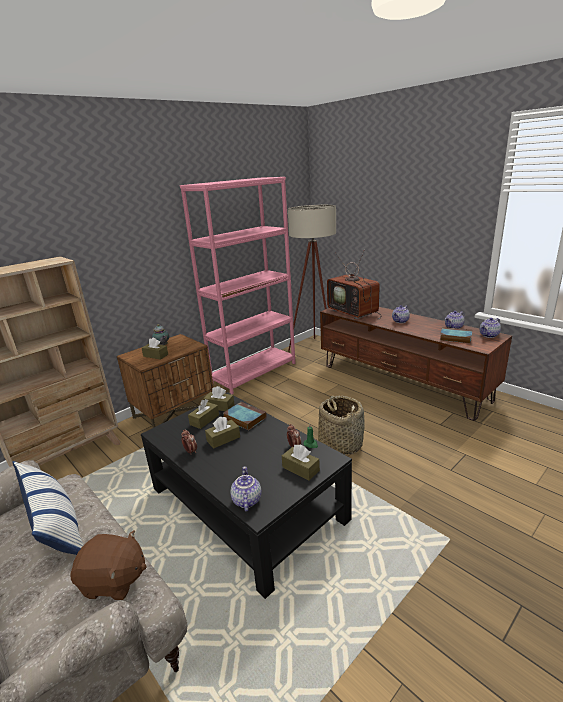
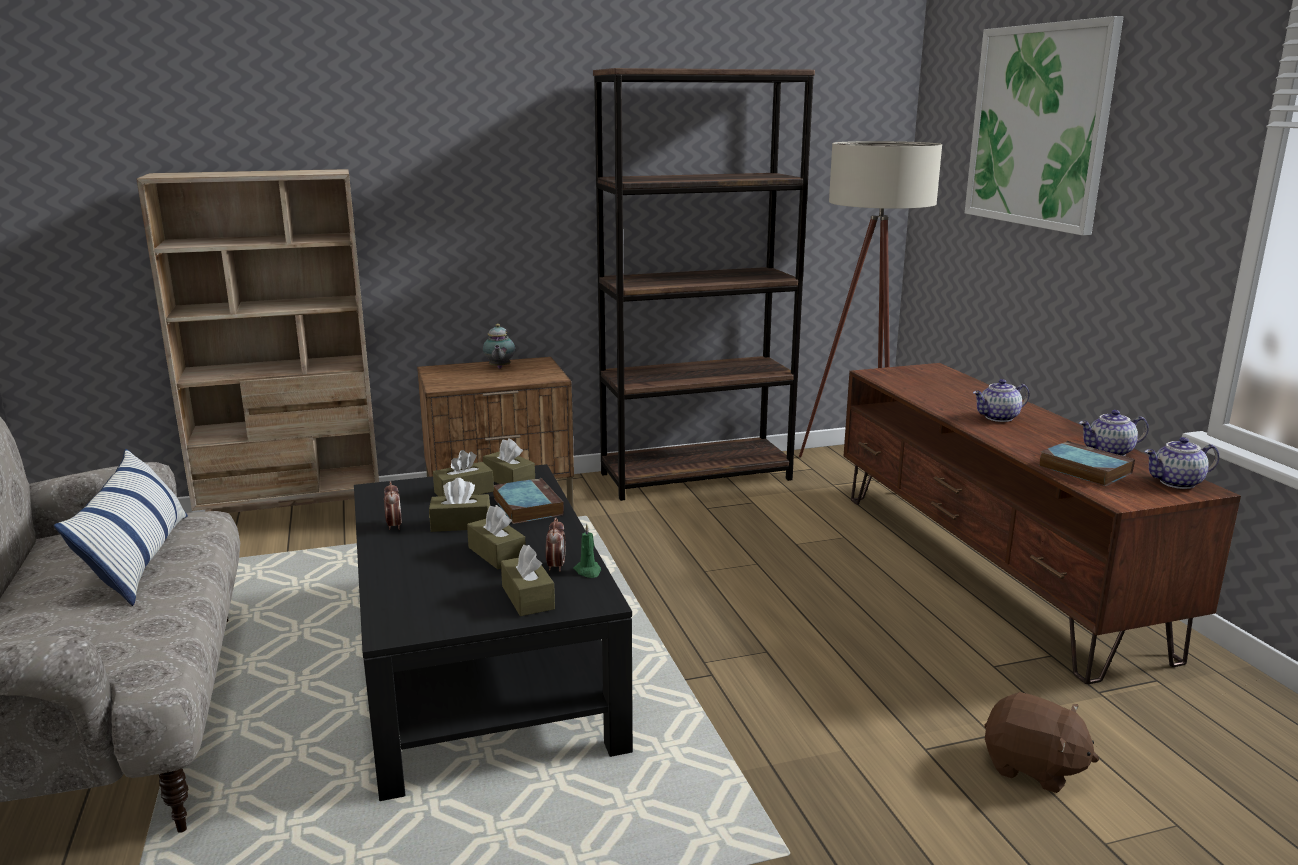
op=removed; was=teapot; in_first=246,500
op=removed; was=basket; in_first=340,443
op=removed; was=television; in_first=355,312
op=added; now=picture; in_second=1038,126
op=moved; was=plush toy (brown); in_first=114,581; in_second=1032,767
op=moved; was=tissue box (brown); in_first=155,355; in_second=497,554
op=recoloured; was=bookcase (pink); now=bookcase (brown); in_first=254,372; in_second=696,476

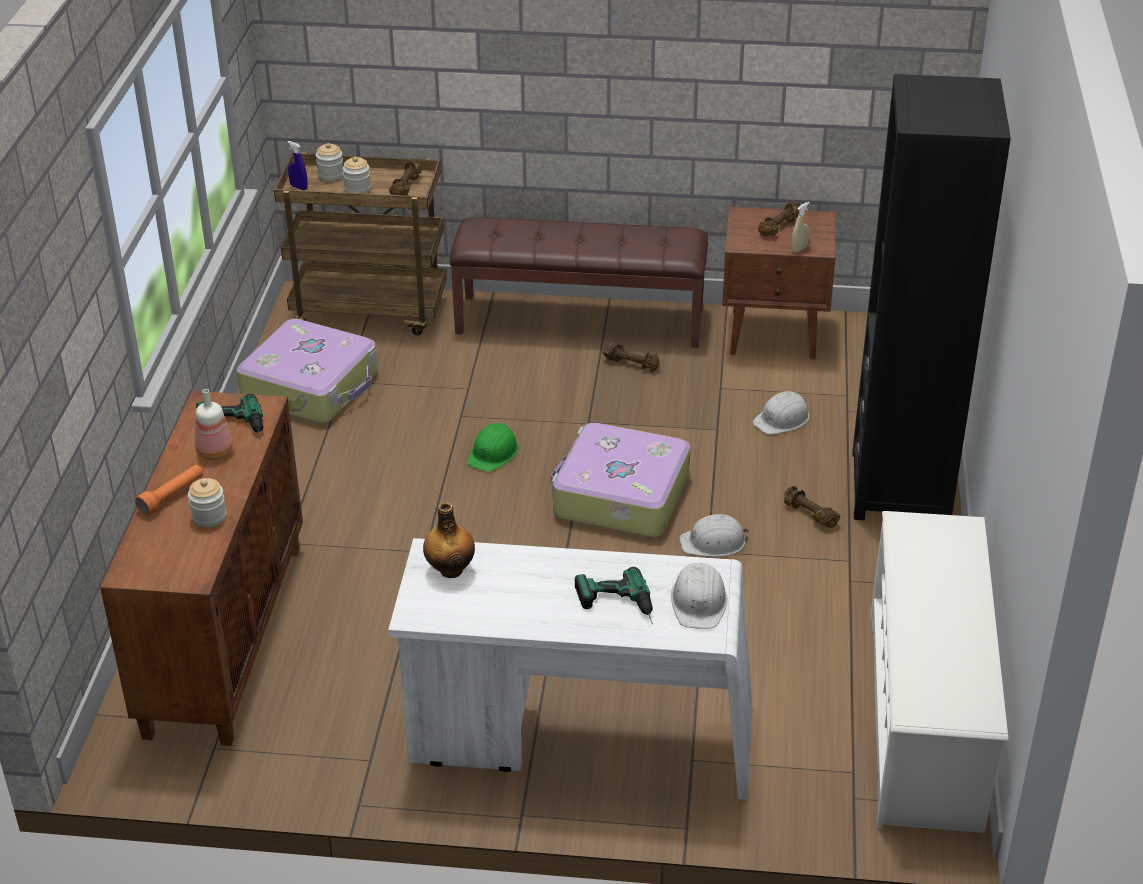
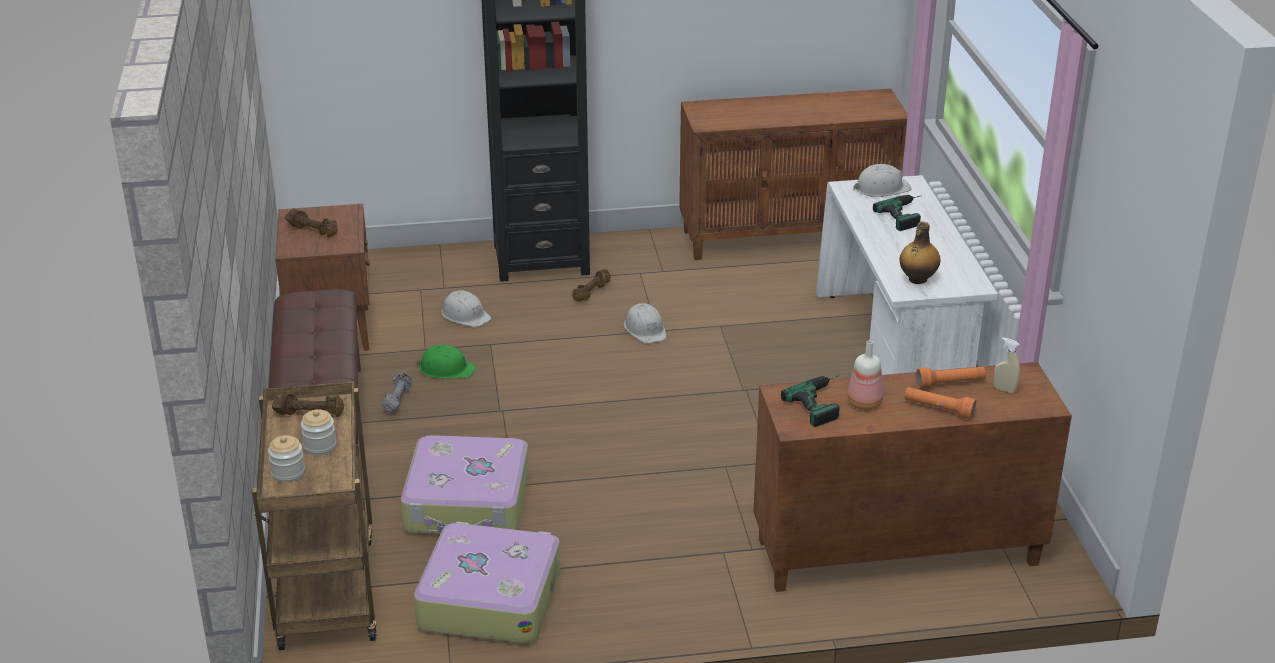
op=removed; was=spray bottle (blue); in_first=299,187
op=moved; was=hard hat (green); in_first=493,453; in_second=446,369
op=moved; was=suitcase; in_first=619,496; in_second=468,504
op=moved; was=spray bottle (beige); in_first=799,249; in_second=1004,389
op=replaced; was=jar; now=flashlight (orange); in_first=209,517; in_second=950,384
op=replaced; was=shoe rack (white); now=cabinet (brown); in_first=924,719; in_second=788,237
op=recoloured; was=dumbbell (brown); now=dumbbell (grey); in_first=631,364; in_second=397,400

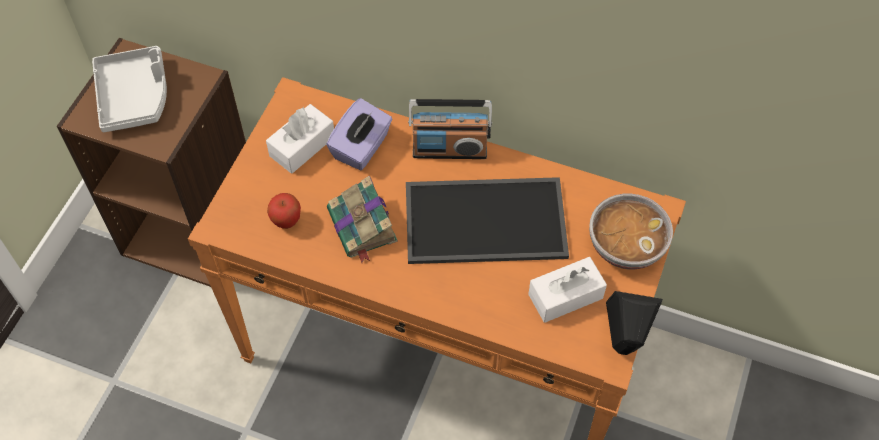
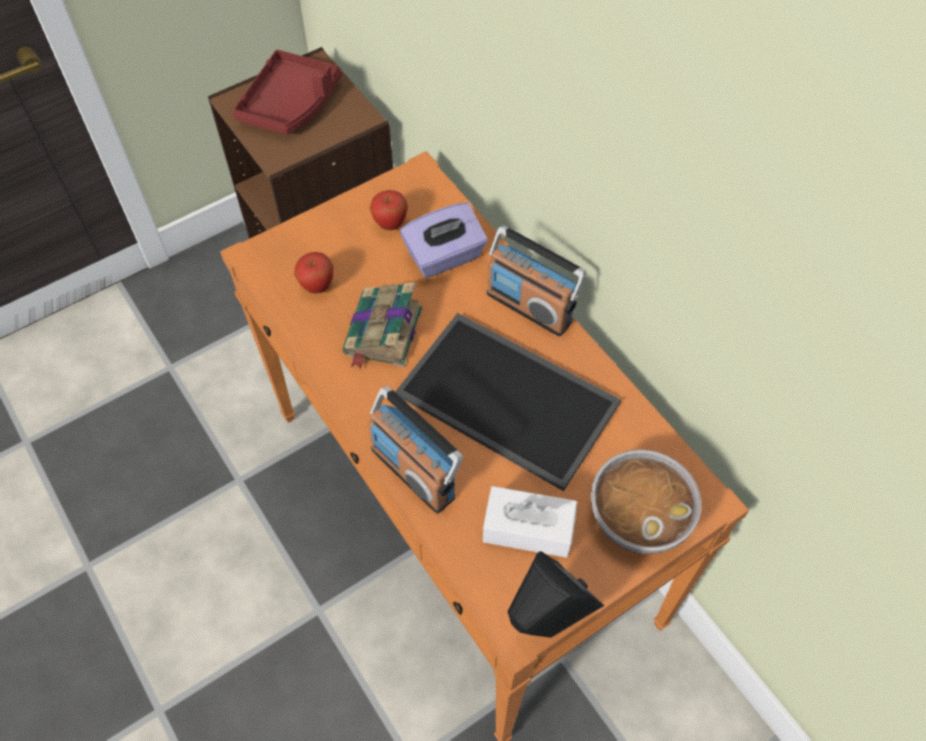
op=added; now=radio; in_second=414,472
op=replaced; was=tissue box (white); now=apple; in_first=302,146; in_second=390,224
op=recoloured; was=tray (grey); now=tray (red); in_first=134,96; in_second=291,104

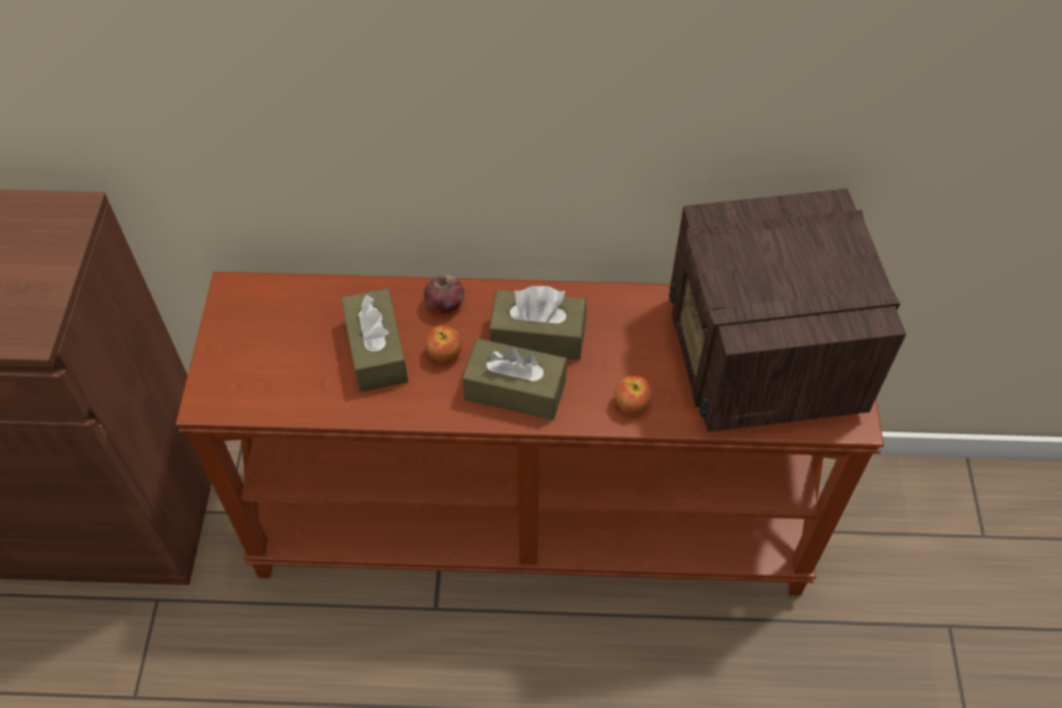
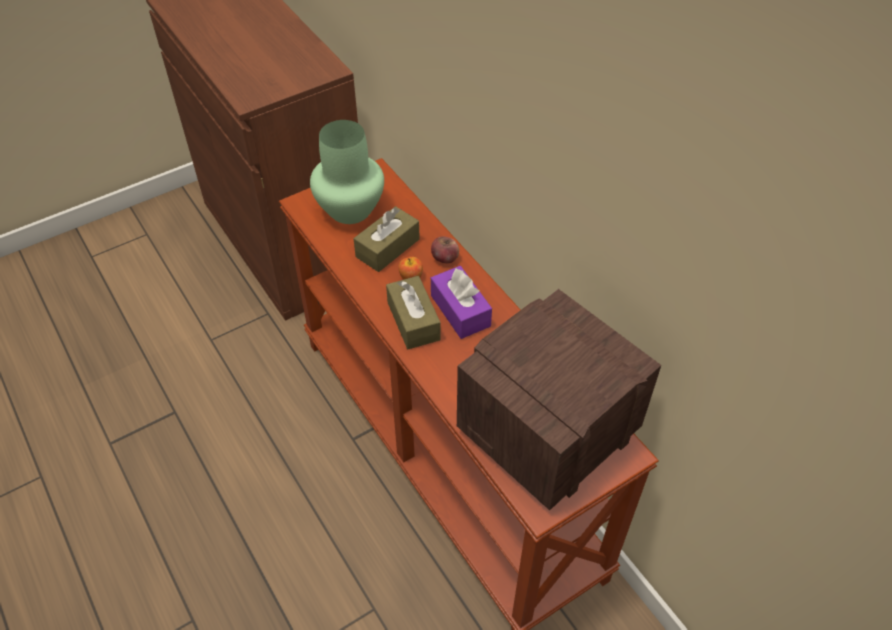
op=removed; was=apple; in_first=632,404
op=added; now=vase (green); in_second=351,209
op=recoloured; was=tissue box (brown); now=tissue box (purple); in_first=538,336; in_second=460,310

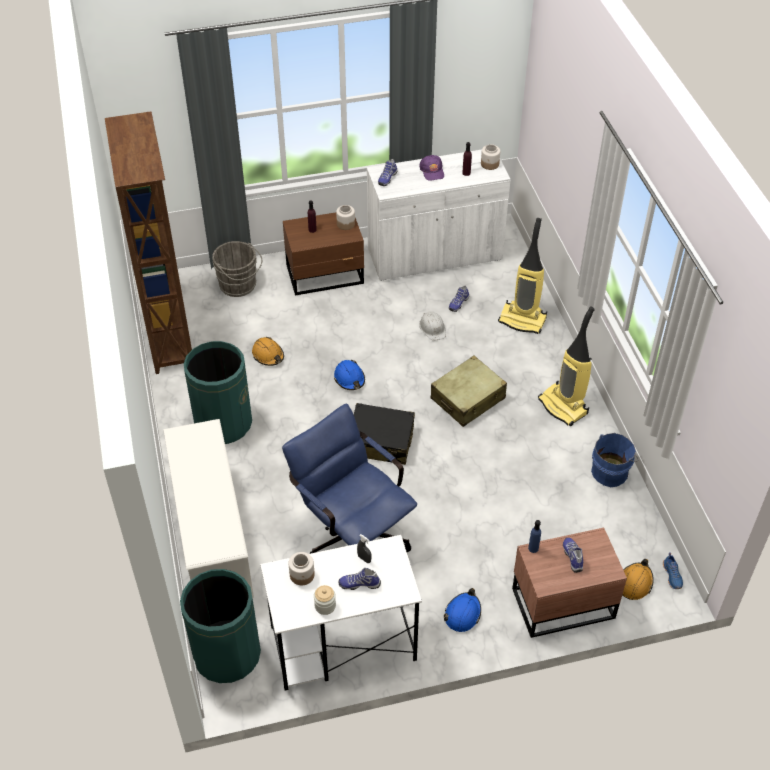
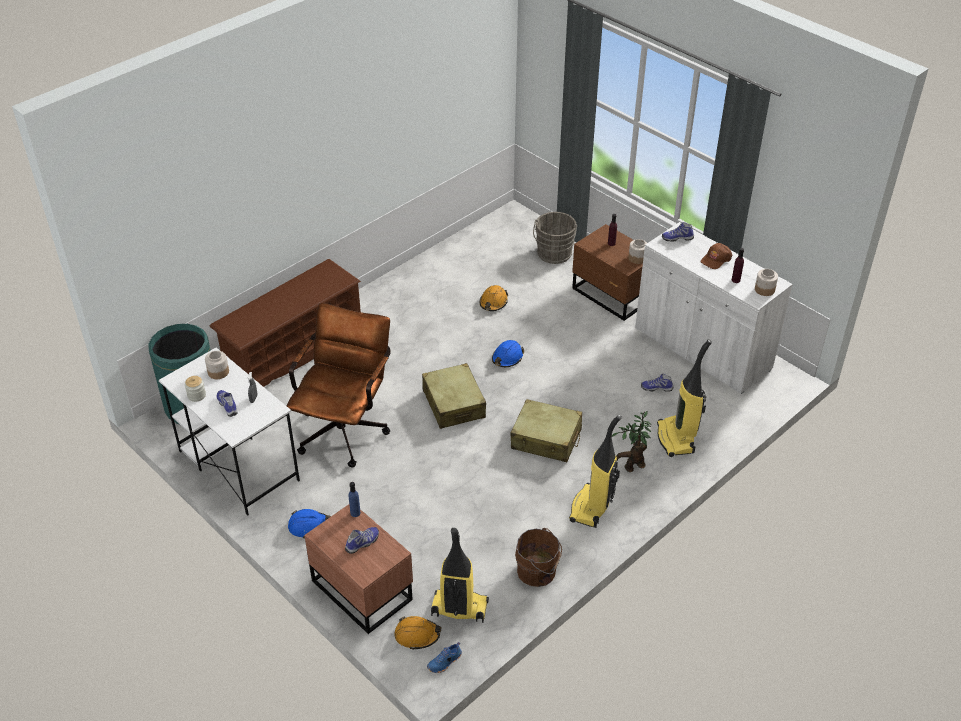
op=removed; was=bookcase (brown); in_first=170,337
op=removed; was=trash can (green); in_first=223,423
op=removed; was=hard hat (white); in_first=432,328
op=added; now=vacuum cleaner; in_second=458,609
op=added; now=potted plant; in_second=631,466
op=recoloured; was=shoe rack (white); now=shoe rack (brown); in_first=212,535; in_second=294,352
op=recoloured; was=office chair (blue); now=office chair (brown); in_first=352,535; in_second=345,427
op=recoloured; was=suitcase (black); now=suitcase (beige); in_first=380,441; in_second=453,404
op=recoloured; was=cap (purple); now=cap (brown); in_first=432,171; in_second=715,259
op=recoloured; was=bucket (blue); now=bucket (brown); in_first=611,471; in_second=538,571

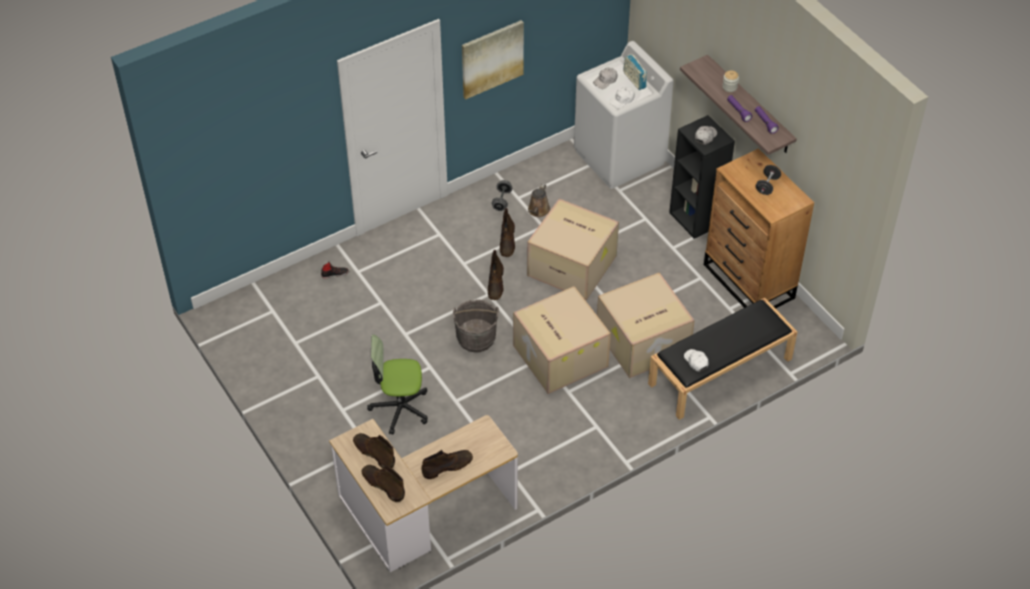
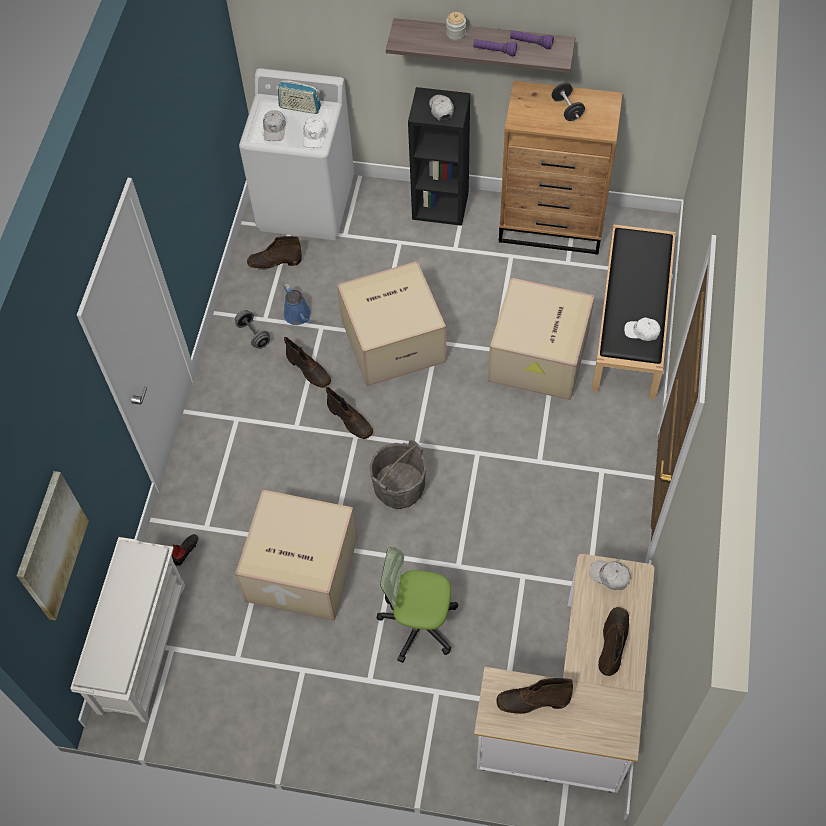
op=added; now=shoe rack (white); in_second=141,646
op=added; now=cap (white); in_second=609,576
op=moved; was=boot (brown); in_first=383,485; in_second=274,262
op=moved; was=picture; in_first=492,58; in_second=51,546
op=moved; was=cardboard box; in_first=559,355; in_second=300,570
op=recoloured; was=watering can (brown); now=watering can (blue); in_first=538,211; in_second=298,316
op=turned; was=office chair; in_first=400,408; in_second=418,623; clockwise=60

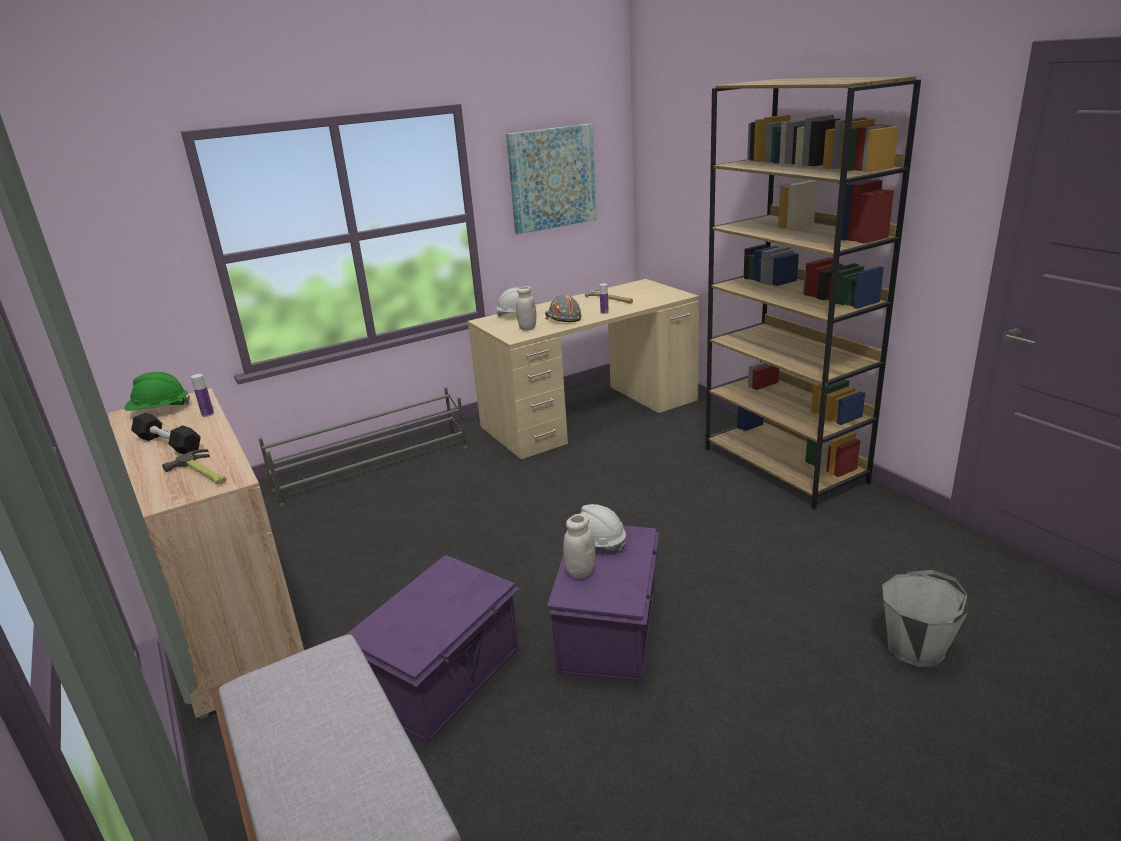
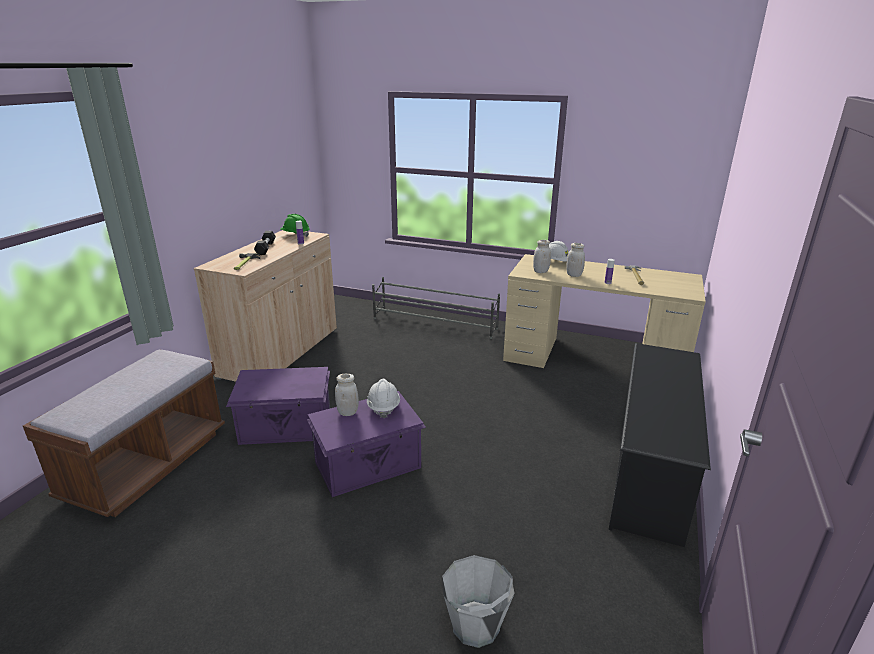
op=removed; was=picture; in_first=552,178
op=replaced; was=hard hat (grey); now=jar (white); in_first=562,318; in_second=574,275
op=replaced; was=bookcase (brown); now=shoe rack (black); in_first=785,465; in_second=649,471

